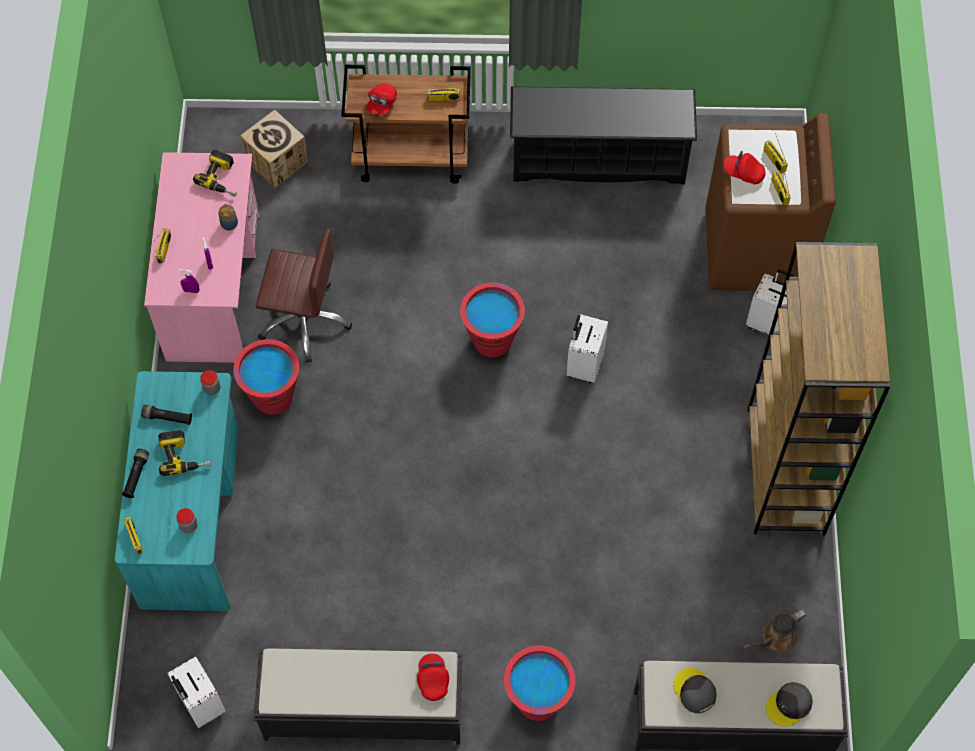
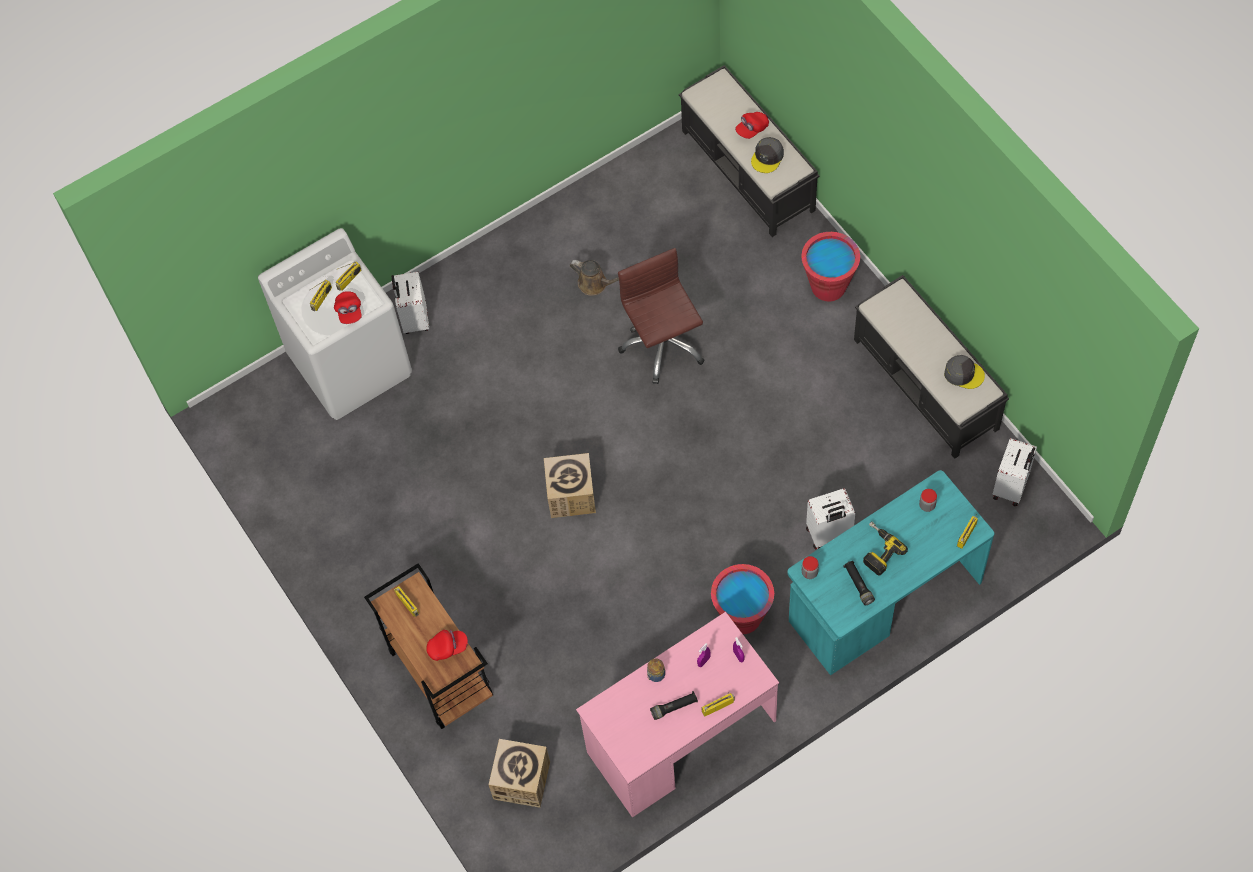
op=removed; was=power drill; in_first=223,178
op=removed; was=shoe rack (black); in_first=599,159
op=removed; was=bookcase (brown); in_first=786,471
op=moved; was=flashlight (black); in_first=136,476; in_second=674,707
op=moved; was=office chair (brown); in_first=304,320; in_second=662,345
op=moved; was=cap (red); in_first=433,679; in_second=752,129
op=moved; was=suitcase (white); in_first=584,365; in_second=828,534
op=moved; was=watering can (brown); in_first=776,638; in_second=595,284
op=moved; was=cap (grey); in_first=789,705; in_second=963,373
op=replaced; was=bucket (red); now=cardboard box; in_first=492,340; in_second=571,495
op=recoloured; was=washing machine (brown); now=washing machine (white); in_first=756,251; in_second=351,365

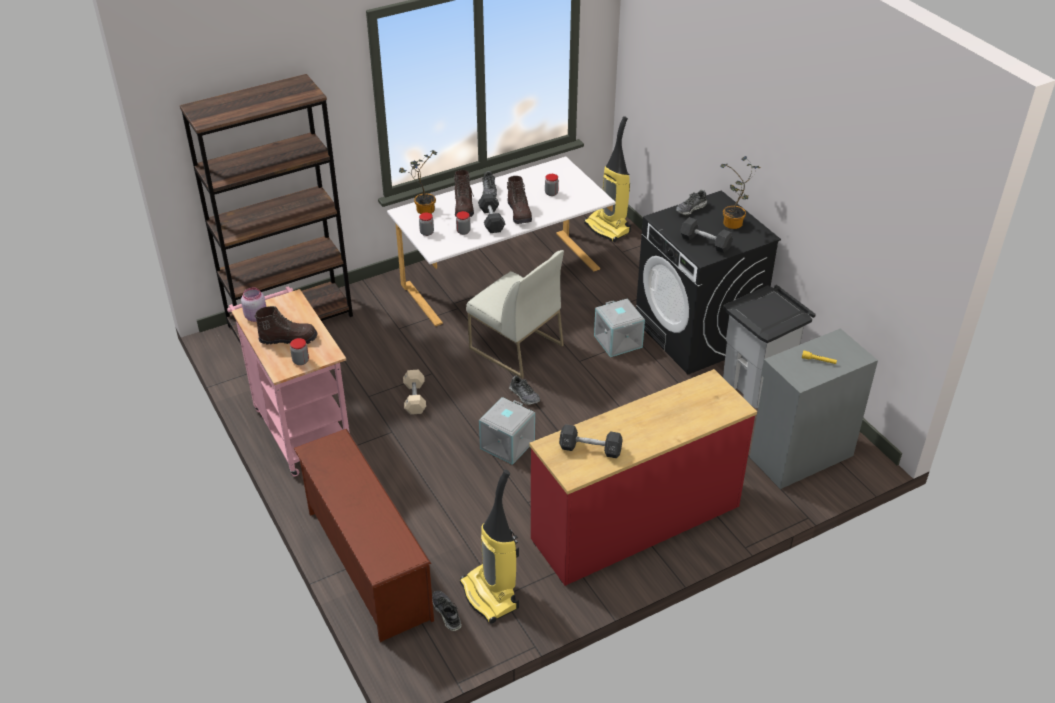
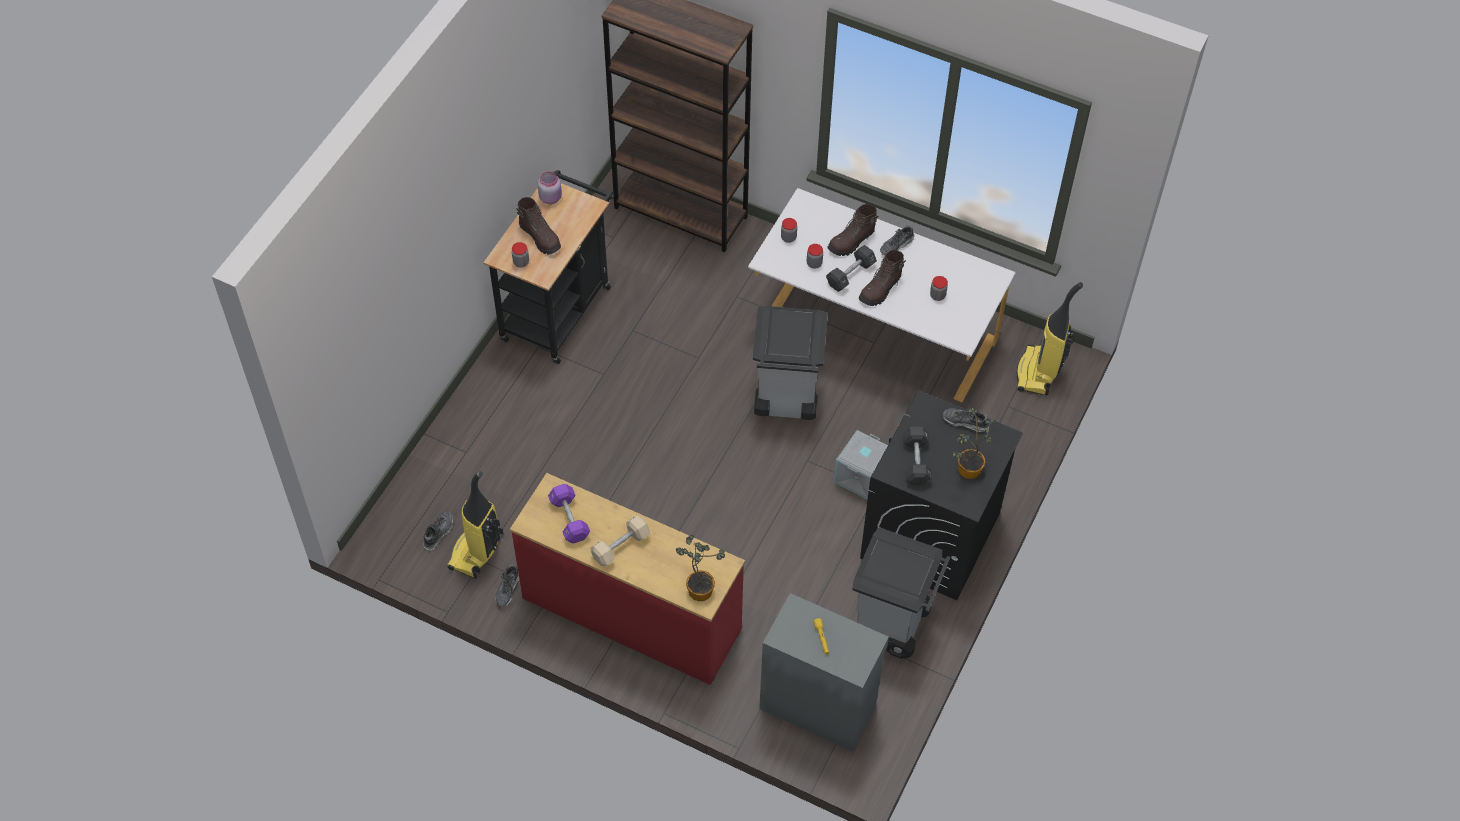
op=removed; was=shoe rack (brown); in_first=366,564
op=removed; was=storage box (grey); in_first=508,445
op=moved; was=potted plant; in_first=423,209; in_second=699,587
op=moved; was=dumbbell (beige); in_first=415,398; in_second=620,546
op=moved; was=shoe; in_first=524,395; in_second=508,589
op=replaced; was=chair (white); now=trash can (grey); in_first=515,347; in_second=785,399
op=recoloured; was=cart (pink); now=cart (black); in_first=300,427; in_second=559,307
op=recoloured; was=dumbbell (black); now=dumbbell (purple); in_first=590,449; in_second=569,519

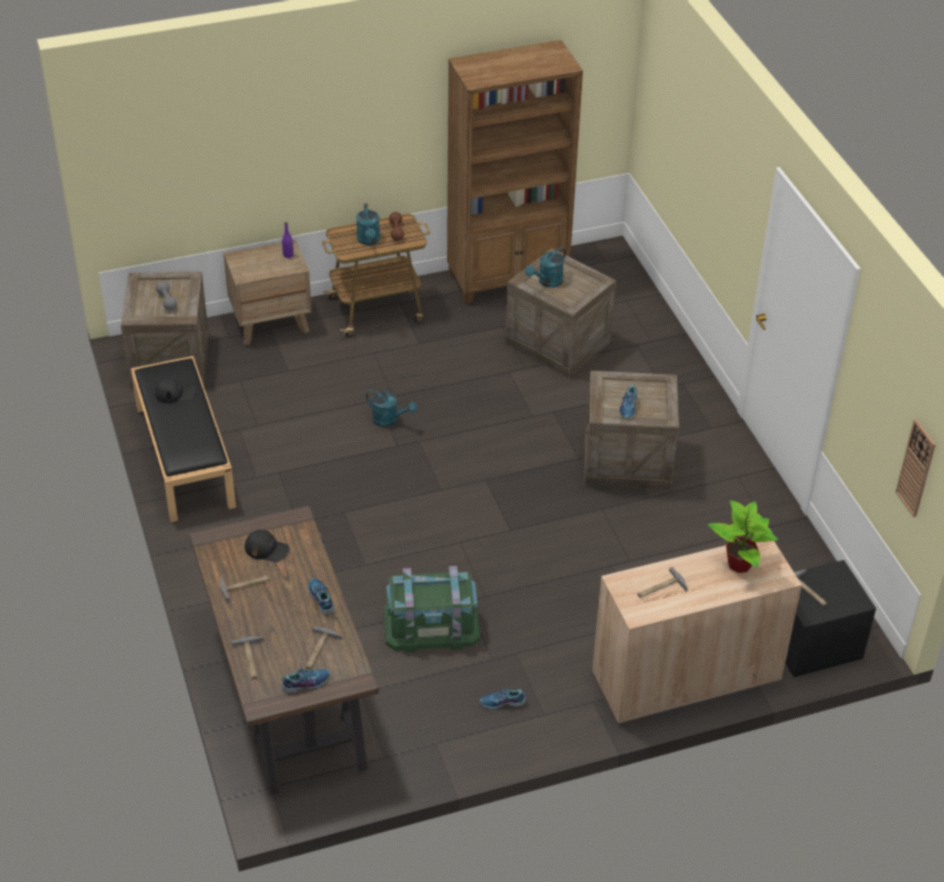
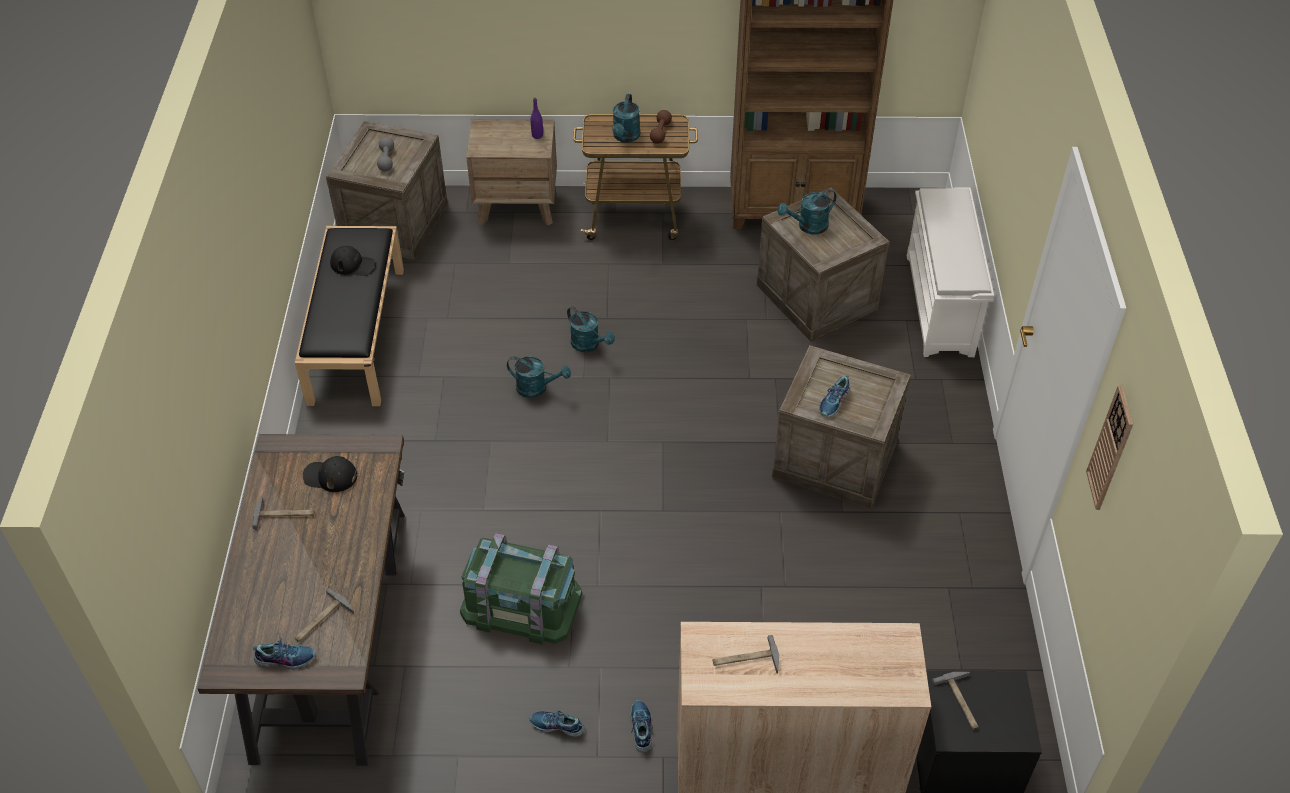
op=removed; was=hammer; in_first=251,659
op=removed; was=potted plant; in_first=740,564
op=added; now=watering can (turquoise); in_second=537,388
op=added; now=shoe rack (white); in_second=940,305
op=moved; was=shoe; in_first=320,599; in_second=640,728
op=moved; was=wall clock; in_first=916,468; in_second=1110,449
op=turned; was=cap (black); in_first=267,549; in_second=330,476; clockwise=150

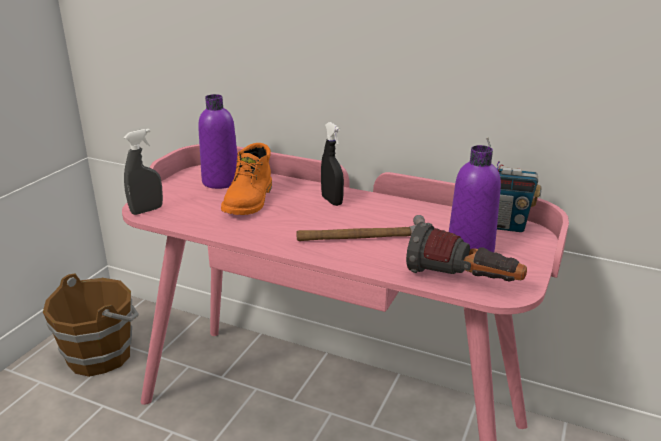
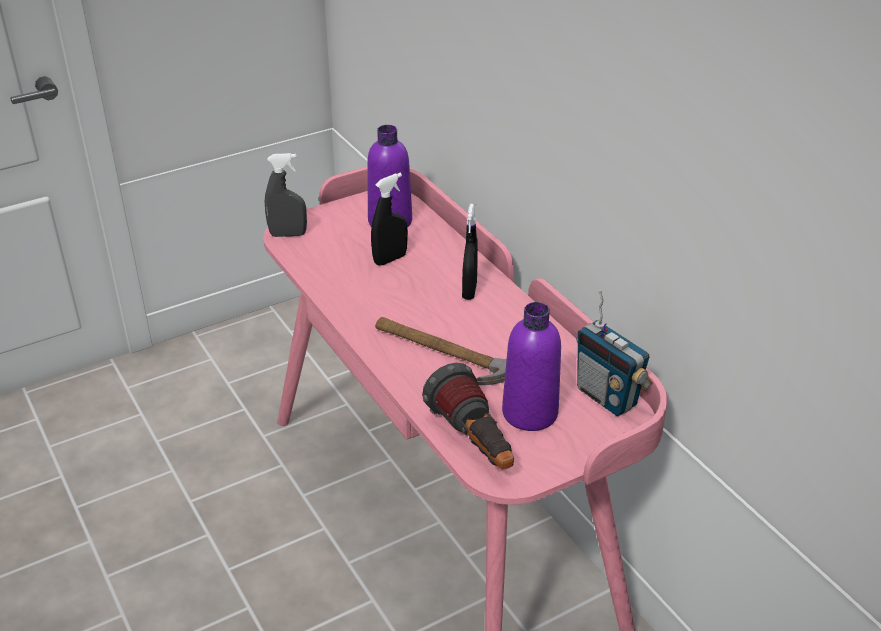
op=removed; was=bucket (brown); in_first=101,355
op=replaced; was=boot (orange); now=spray bottle (black); in_first=250,201; in_second=390,259

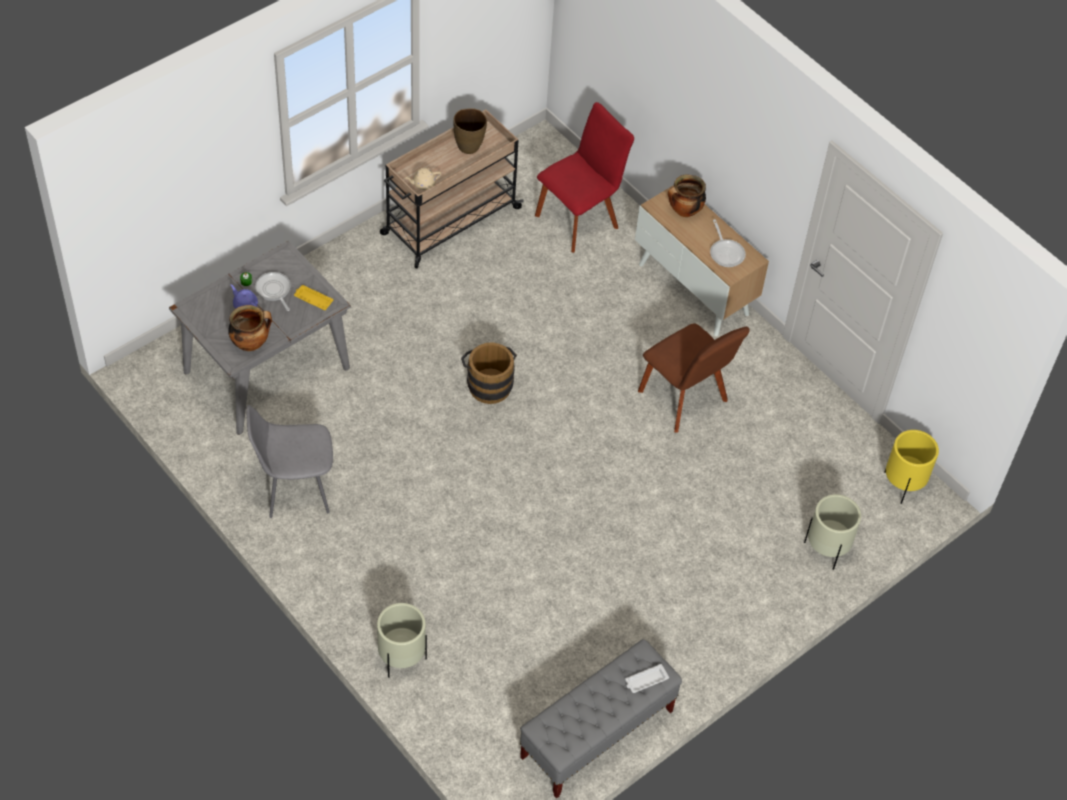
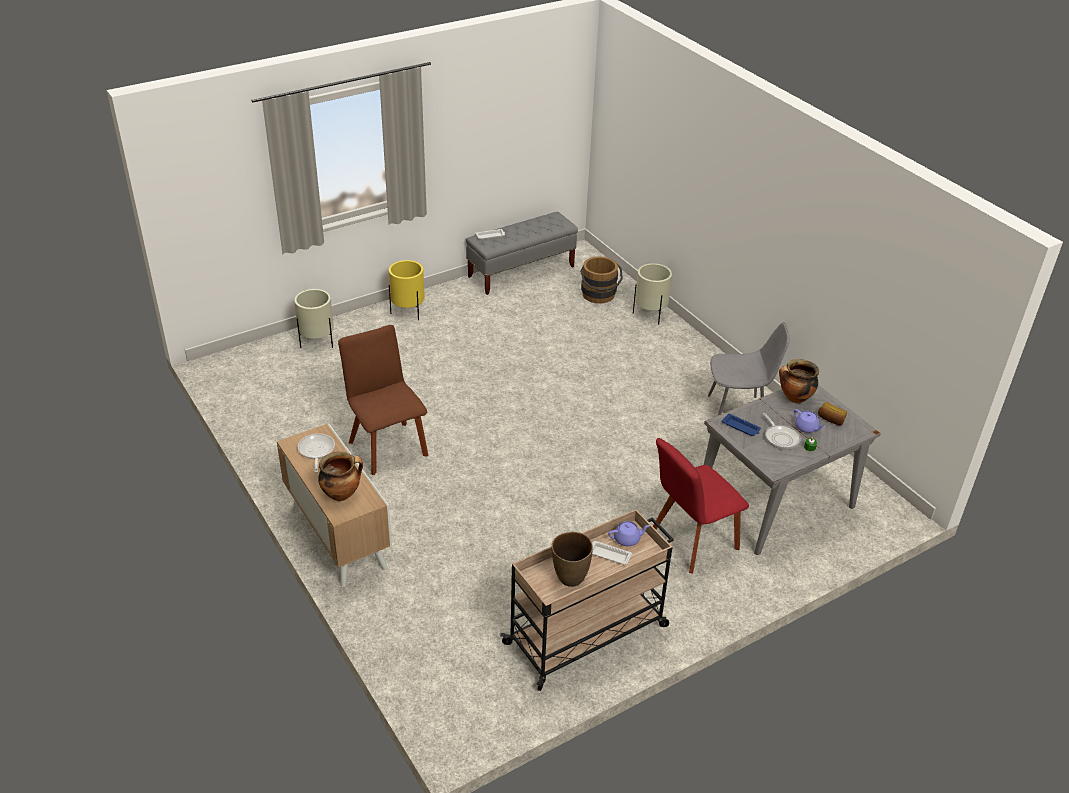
op=added; now=tray (white); in_second=608,555
op=added; now=bread; in_second=831,420
op=moved; was=bucket (brown); in_first=488,383; in_second=599,296
op=moved; was=chair (red); in_first=579,219; in_second=691,542
op=moved; was=planter (yellow); in_first=903,484; in_second=408,312
op=recoloured; was=tray (yellow); now=tray (blue); in_first=313,299; in_second=741,427
op=recoloured; was=teapot (beige); now=teapot (purple); in_first=423,184; in_second=627,539

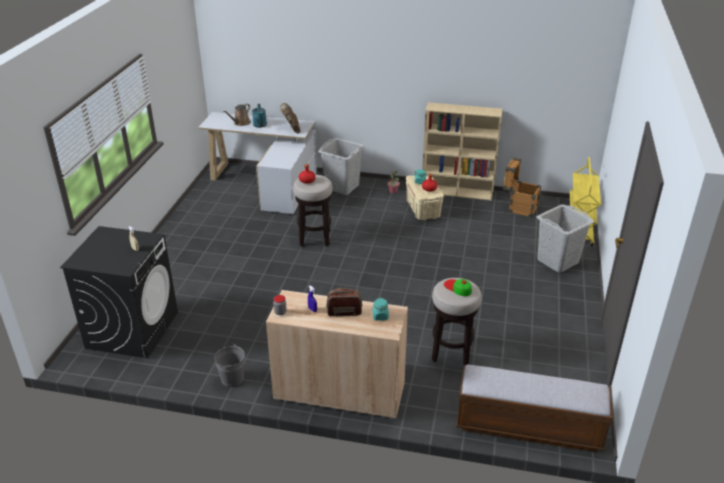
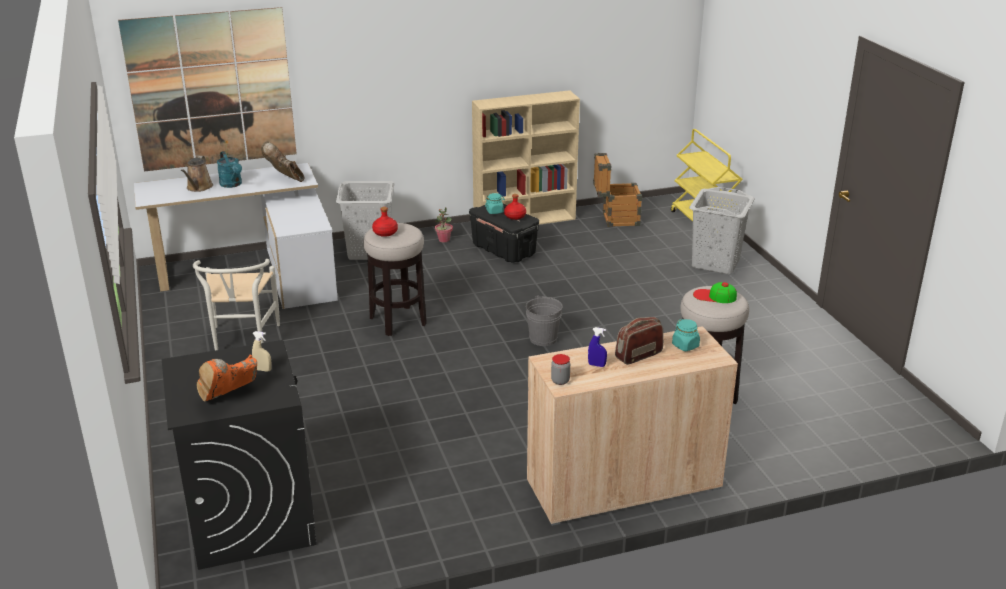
op=removed; was=bench; in_first=528,427
op=added; now=picture; in_second=211,90
op=added; now=chair (white); in_second=242,341
op=added; now=boot (orange); in_second=229,396
op=moved; was=bucket (grey); in_first=232,379; in_second=543,339
op=recoloured; was=storage box (beige); now=storage box (black); in_first=423,209; in_second=504,250

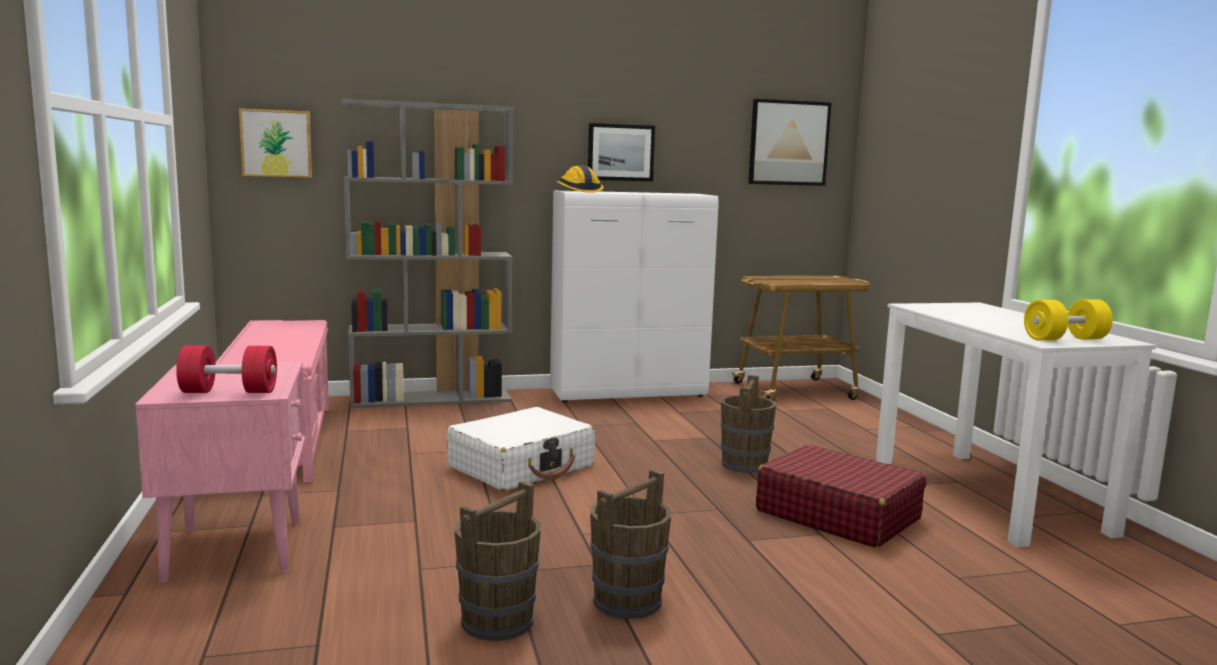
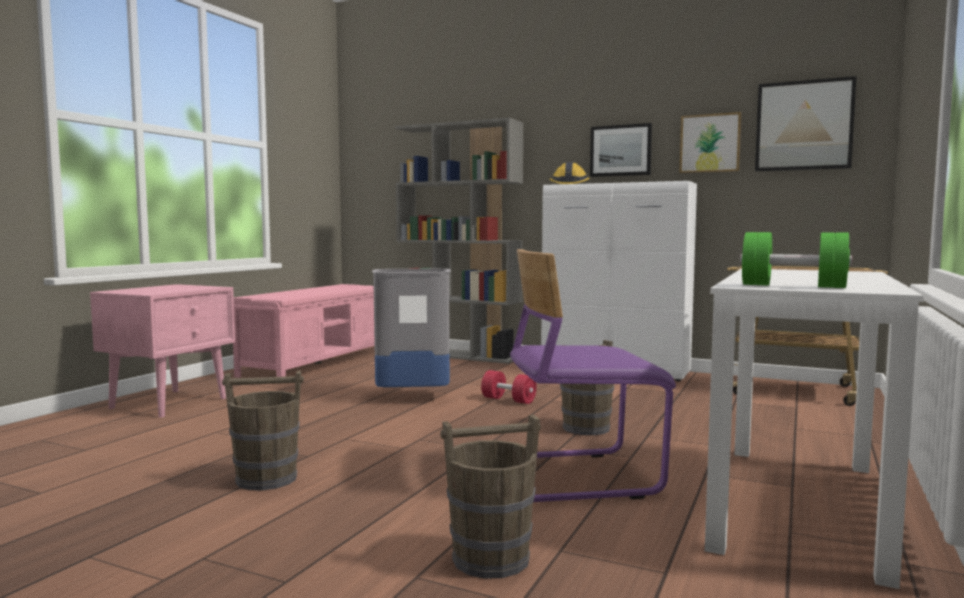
op=moved; was=dumbbell (red); in_first=229,392; in_second=508,400
op=moved; was=picture; in_first=276,143; in_second=710,143
op=moved; was=bucket (brown); in_first=496,621; in_second=490,559
op=replaced; was=suitcase (white); now=trash can (grey); in_first=522,467; in_second=413,397
op=replaced; was=suitcase (red); now=chair (purple); in_first=837,515; in_second=573,477
op=recoloured; was=dumbbell (yellow); now=dumbbell (green); in_first=1065,339; in_second=793,286

